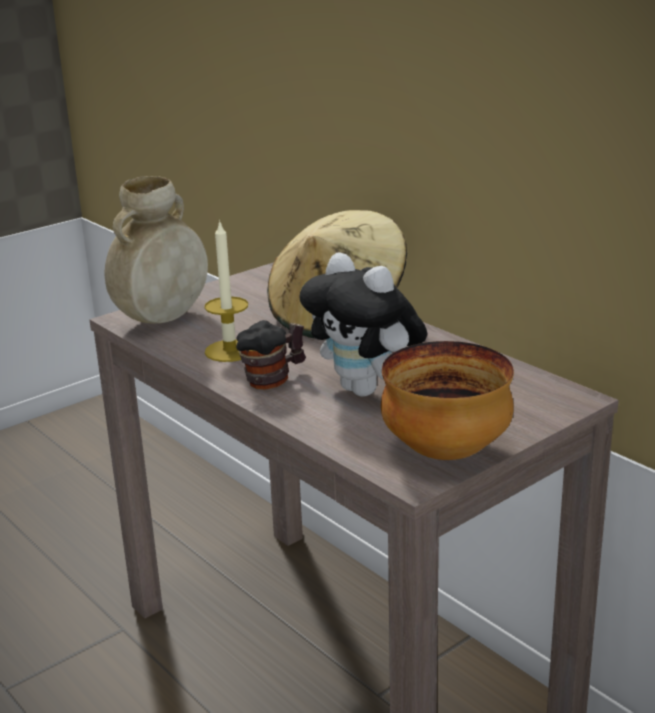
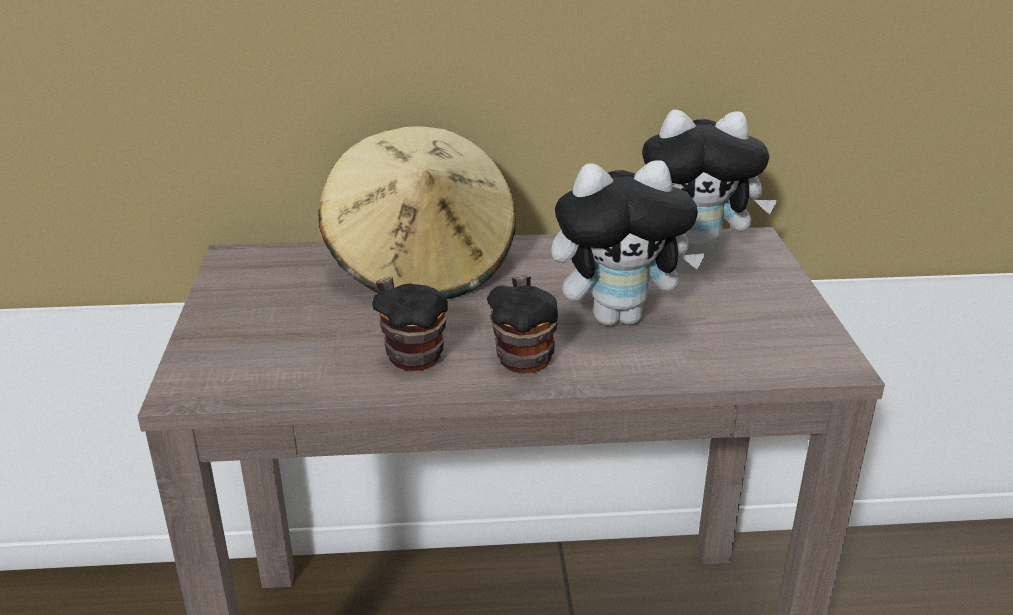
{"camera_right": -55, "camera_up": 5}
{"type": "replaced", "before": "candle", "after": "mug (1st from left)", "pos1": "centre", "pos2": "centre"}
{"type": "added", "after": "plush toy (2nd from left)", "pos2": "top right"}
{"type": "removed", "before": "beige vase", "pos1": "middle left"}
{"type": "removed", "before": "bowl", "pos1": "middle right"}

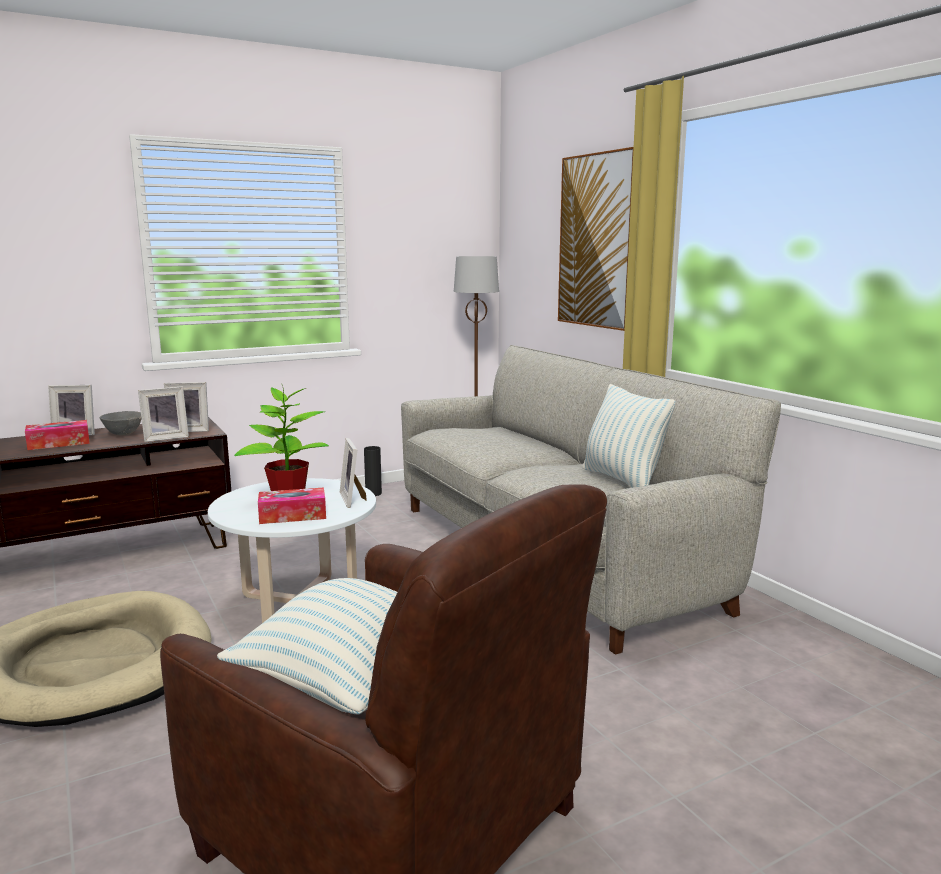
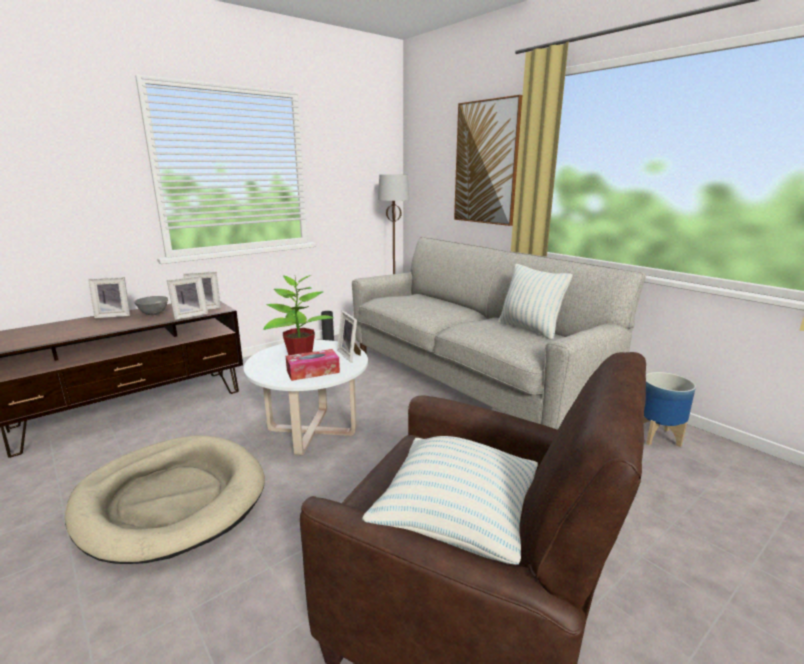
{"camera_right": -10, "camera_up": 5}
{"type": "added", "after": "planter", "pos2": "middle right"}
{"type": "removed", "before": "tissue box (1st from left)", "pos1": "middle left"}

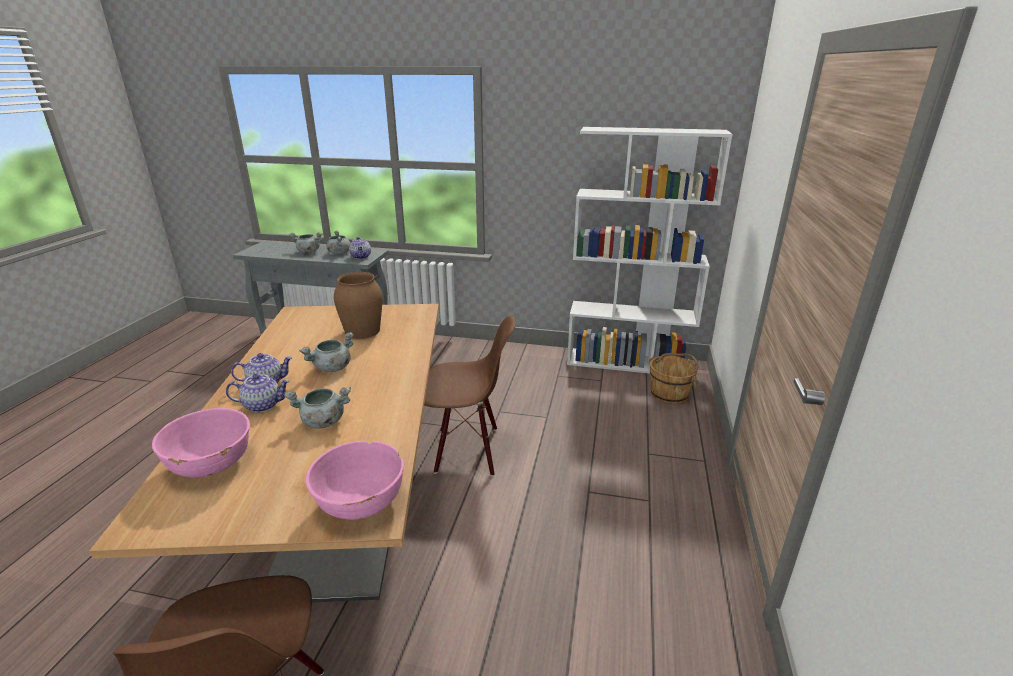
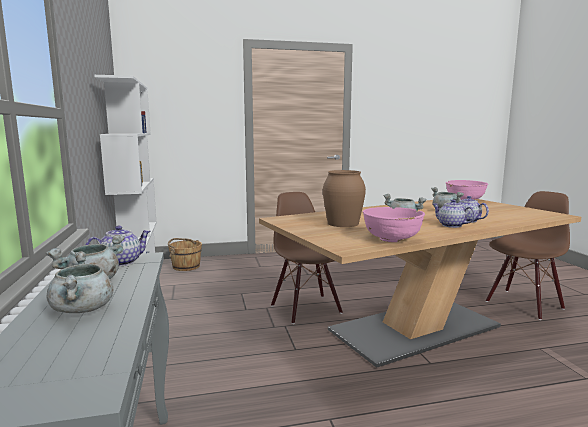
{"camera_right": -115, "camera_up": -15}
{"type": "moved", "before": "pink bowl (1st from left)", "pos1": "middle left", "pos2": "middle right"}

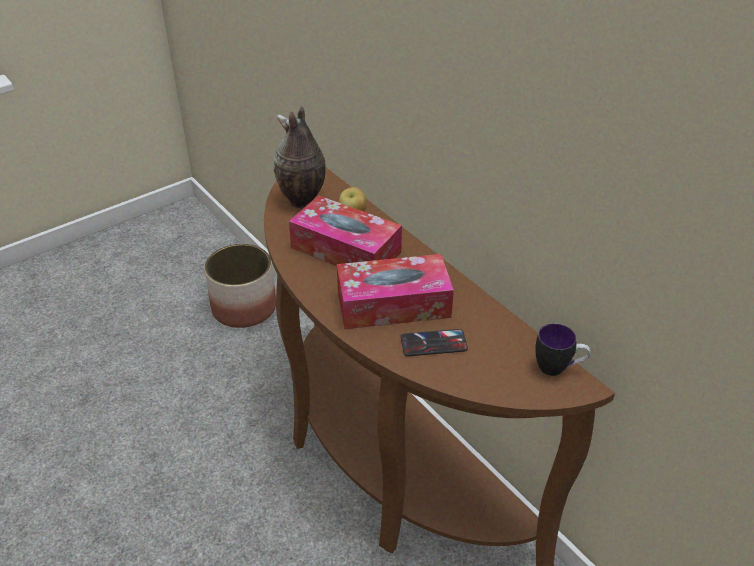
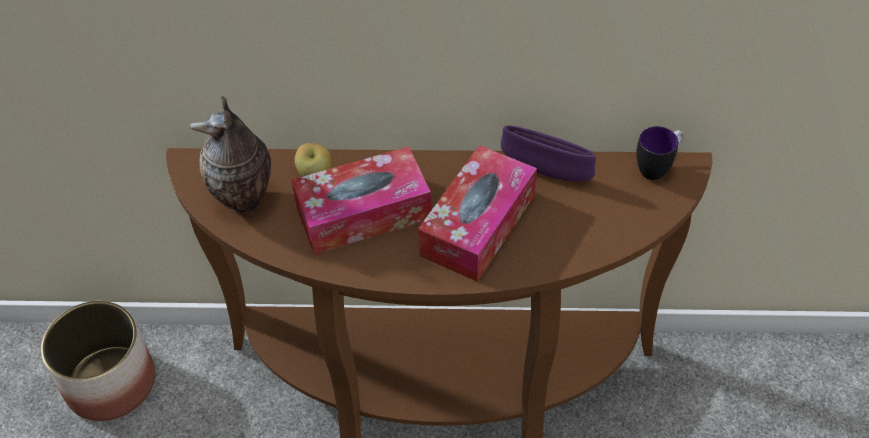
{"camera_right": -50, "camera_up": 10}
{"type": "added", "after": "purple bowl", "pos2": "centre"}
{"type": "removed", "before": "phone", "pos1": "centre"}

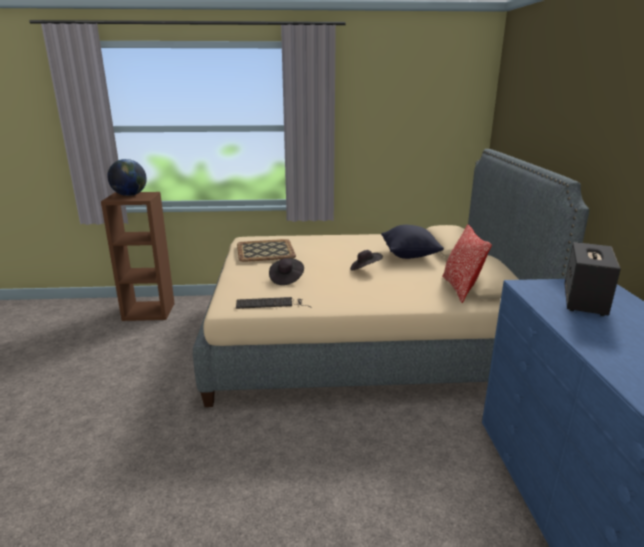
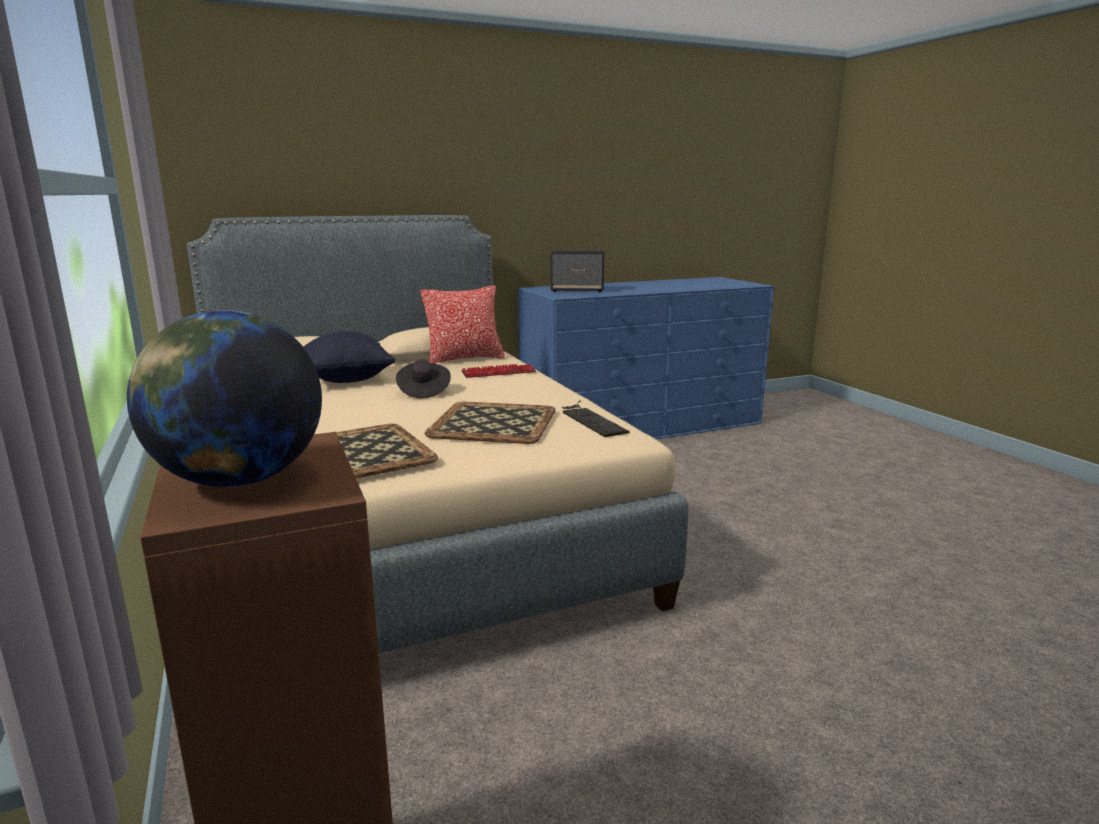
{"camera_right": -110, "camera_up": -5}
{"type": "replaced", "before": "black hat (1st from left)", "after": "tray (2nd from left)", "pos1": "centre", "pos2": "centre"}
{"type": "added", "after": "keyboard (1st from left)", "pos2": "centre"}

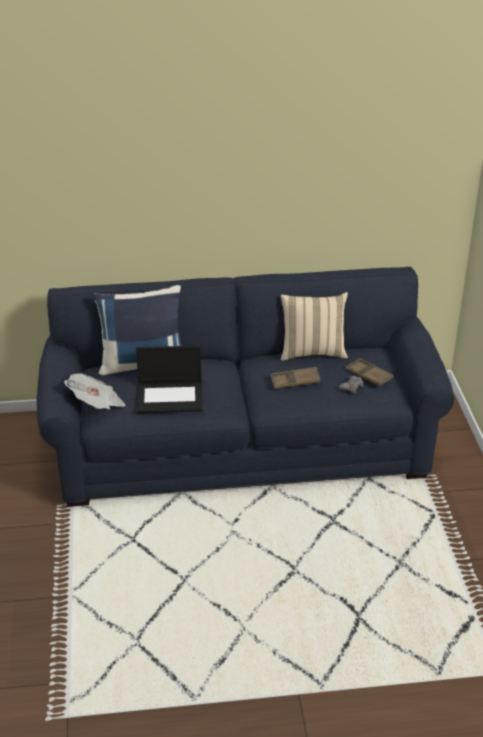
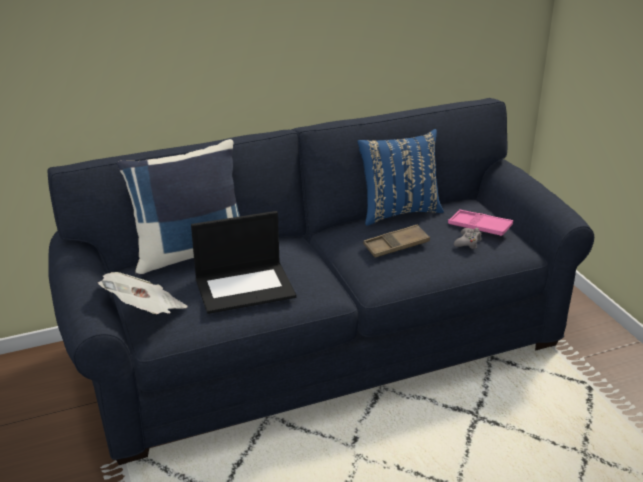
{"camera_right": -15, "camera_up": -5}
{"type": "recoloured", "before": "beige pillow", "after": "blue pillow (2nd from left)", "pos1": "centre", "pos2": "centre"}
{"type": "recoloured", "before": "brown tray (2nd from left)", "after": "pink tray", "pos1": "middle right", "pos2": "middle right"}

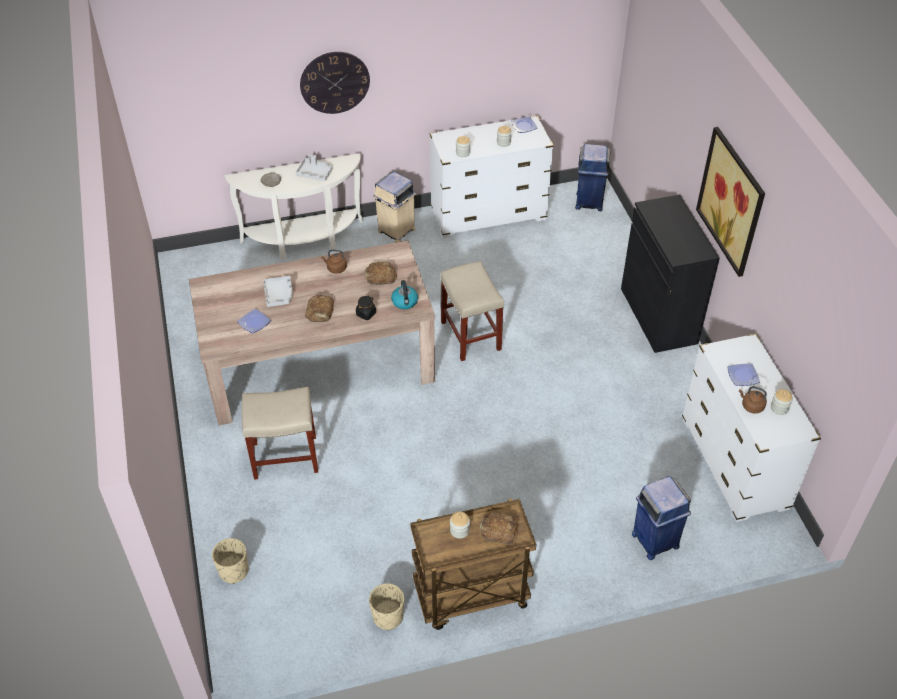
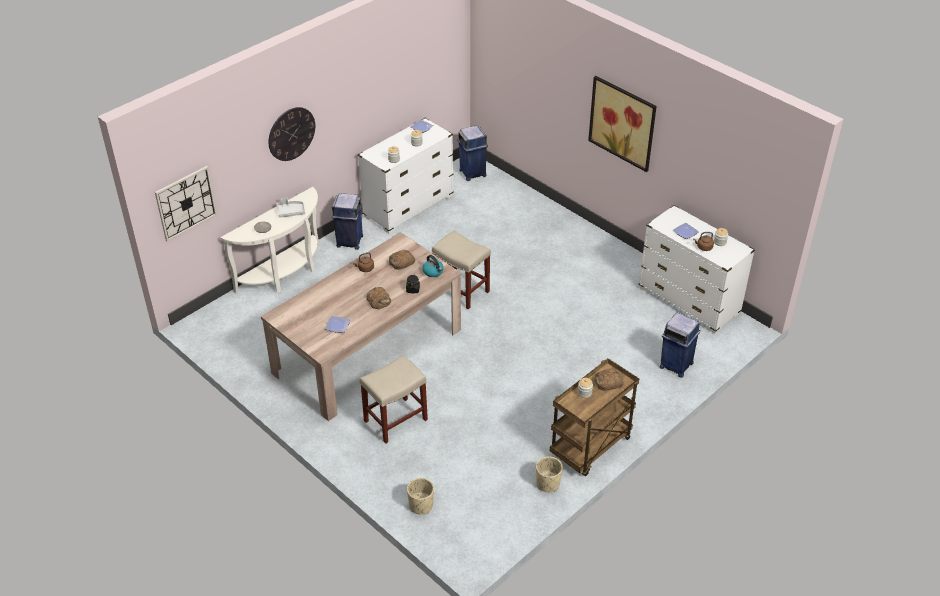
{"camera_right": -30, "camera_up": -5}
{"type": "added", "after": "wall clock (1st from left)", "pos2": "middle left"}
{"type": "recoloured", "before": "beige trash can", "after": "blue trash can (1st from left)", "pos1": "top centre", "pos2": "centre"}
{"type": "removed", "before": "grey tray (1st from left)", "pos1": "middle left"}
{"type": "removed", "before": "black cabinet", "pos1": "middle right"}

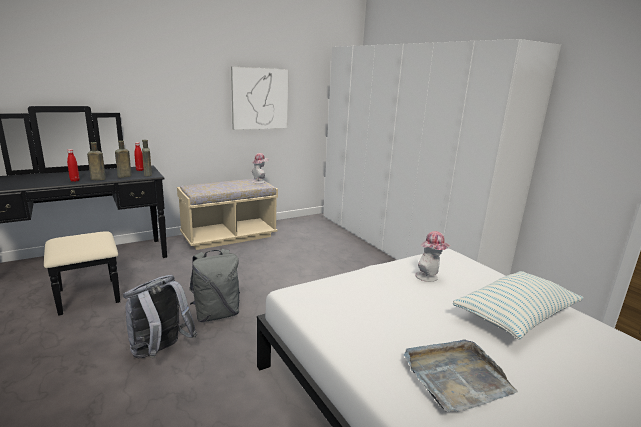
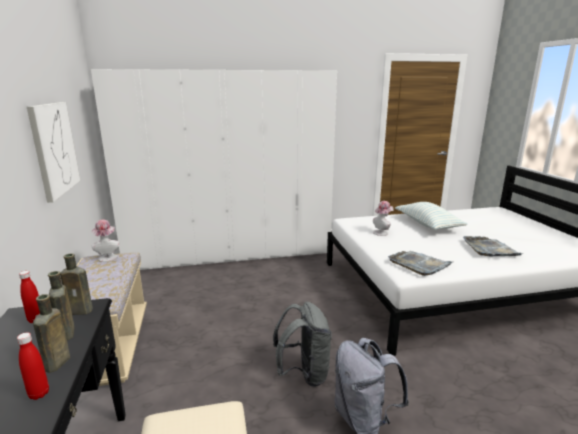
{"camera_right": -70, "camera_up": 0}
{"type": "added", "after": "grey tray (1st from left)", "pos2": "middle right"}

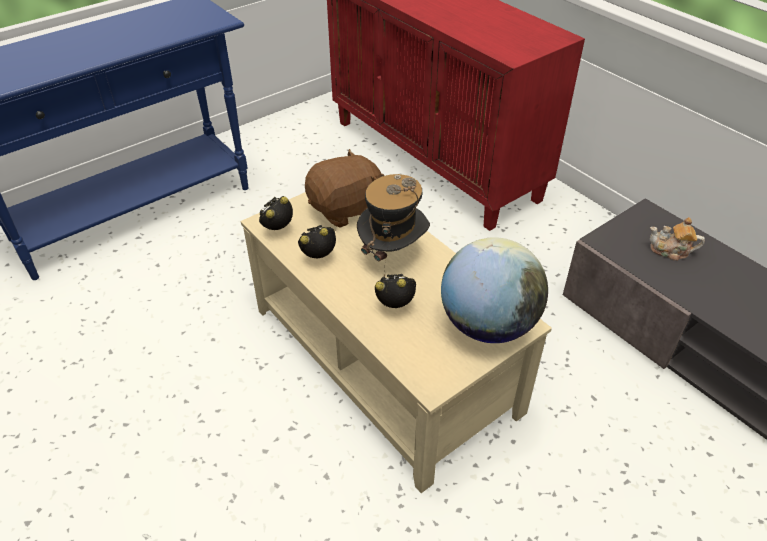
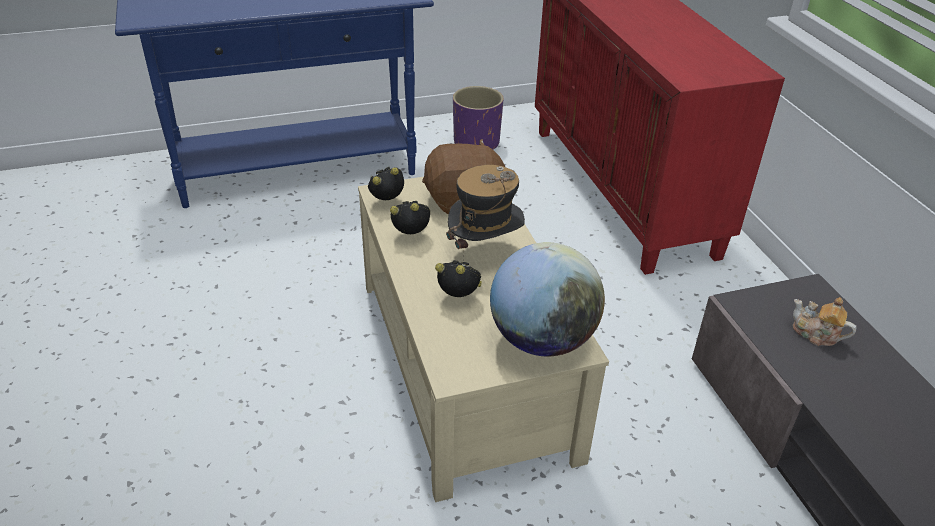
{"camera_right": 20, "camera_up": -5}
{"type": "added", "after": "purple planter", "pos2": "top centre"}

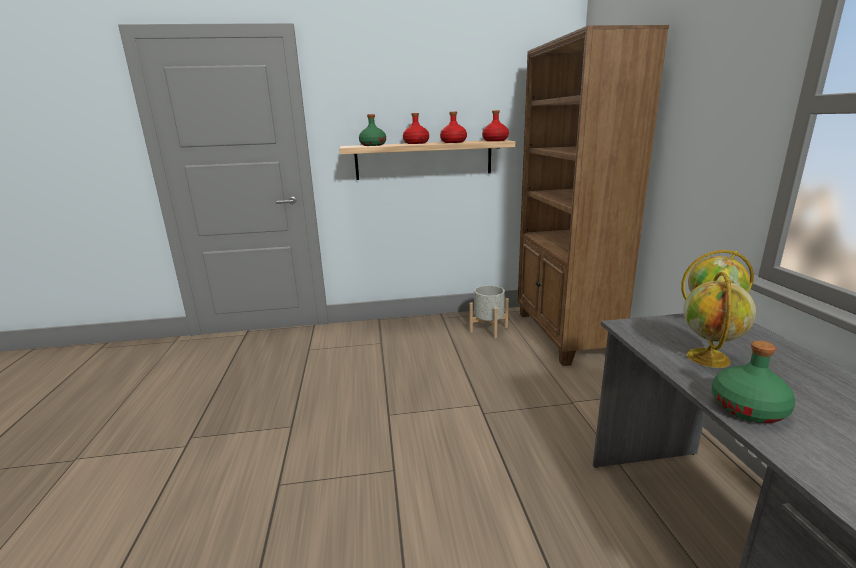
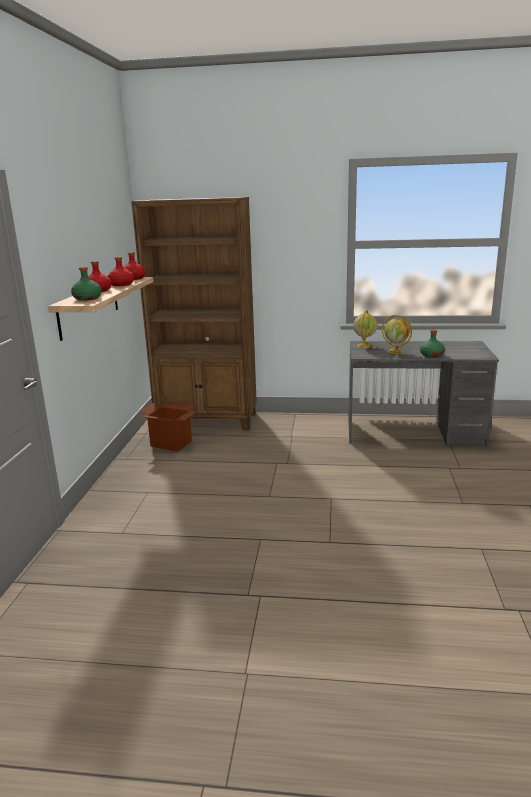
{"camera_right": -75, "camera_up": 0}
{"type": "replaced", "before": "grey planter", "after": "cardboard box", "pos1": "centre", "pos2": "middle left"}

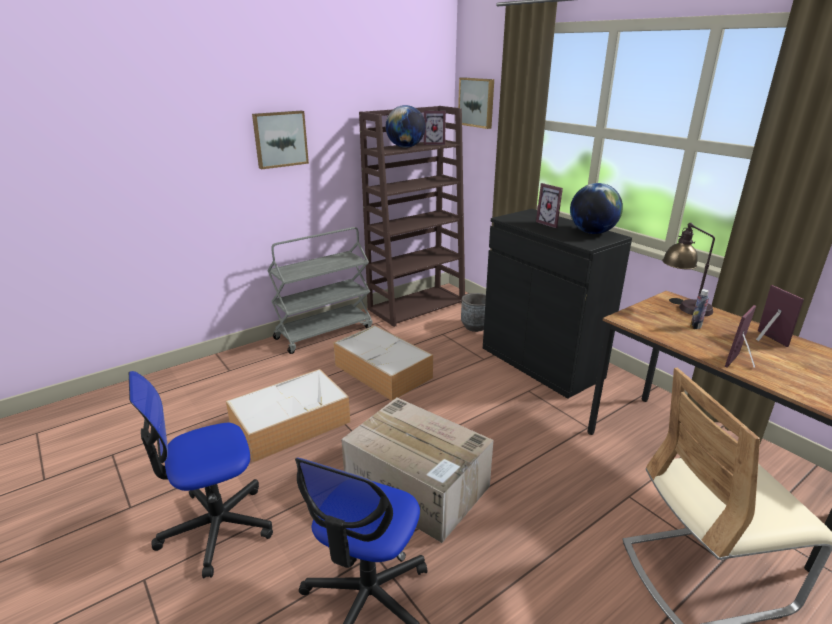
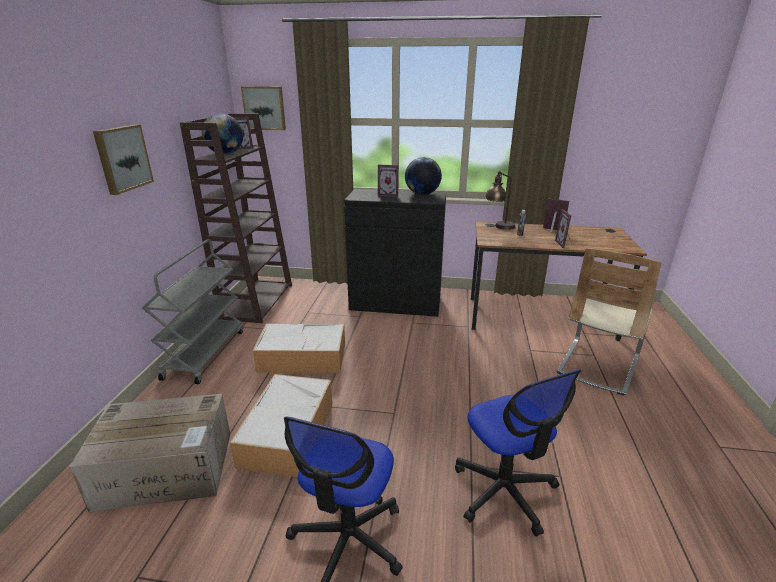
{"camera_right": -45, "camera_up": 0}
{"type": "moved", "before": "cardboard box", "pos1": "bottom centre", "pos2": "bottom left"}
{"type": "removed", "before": "grey planter", "pos1": "centre"}

